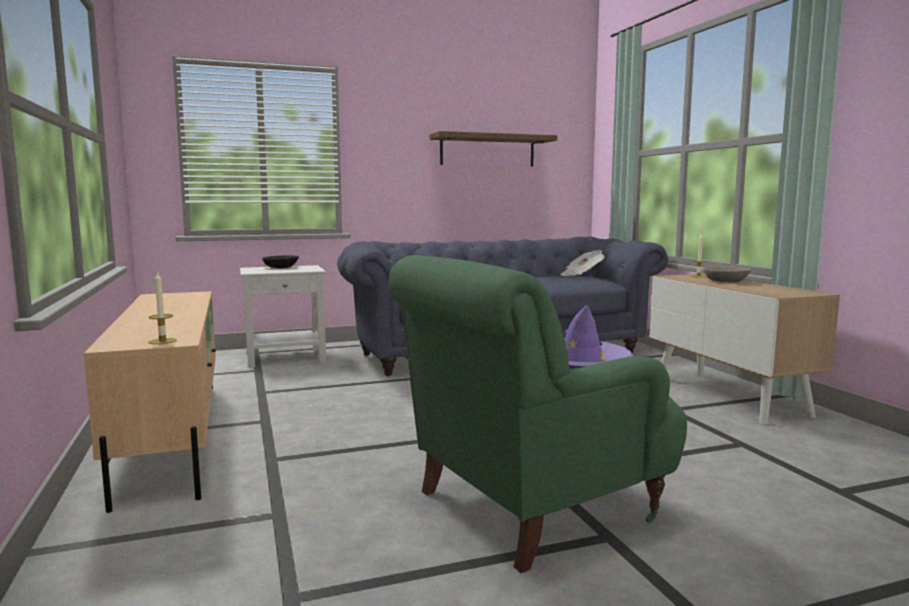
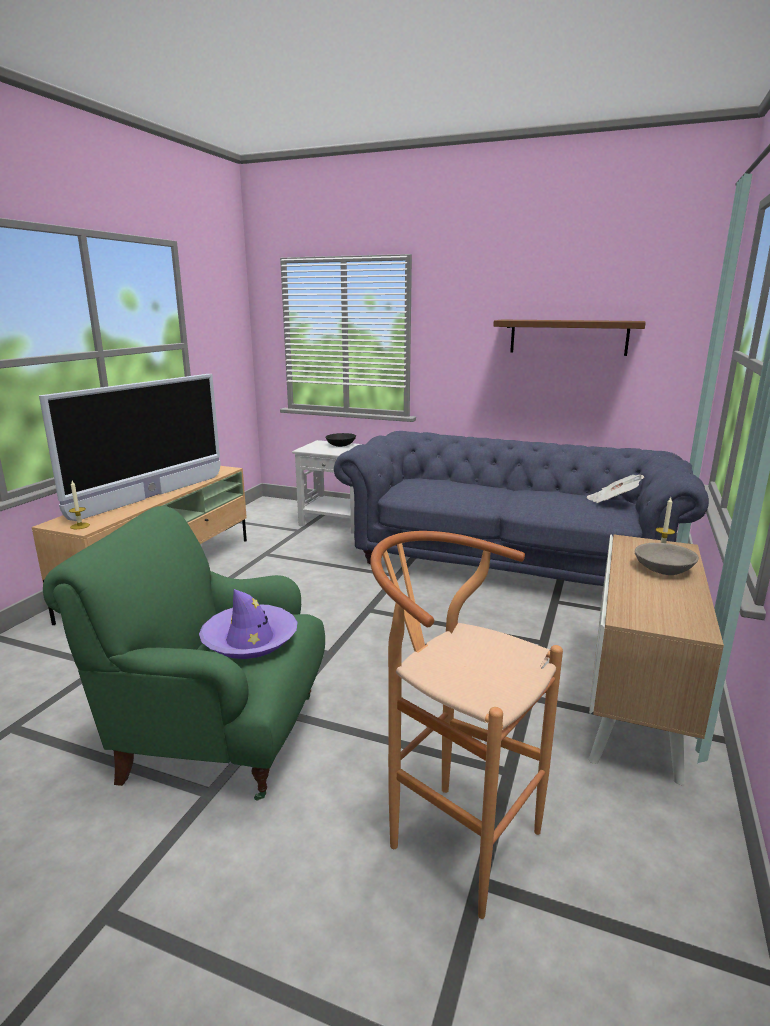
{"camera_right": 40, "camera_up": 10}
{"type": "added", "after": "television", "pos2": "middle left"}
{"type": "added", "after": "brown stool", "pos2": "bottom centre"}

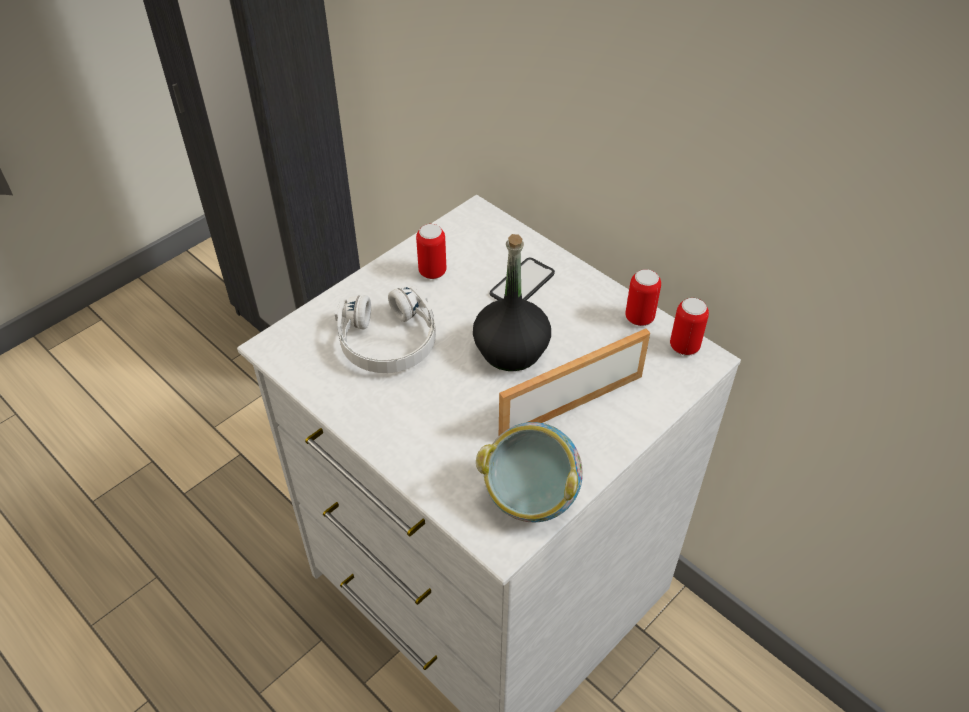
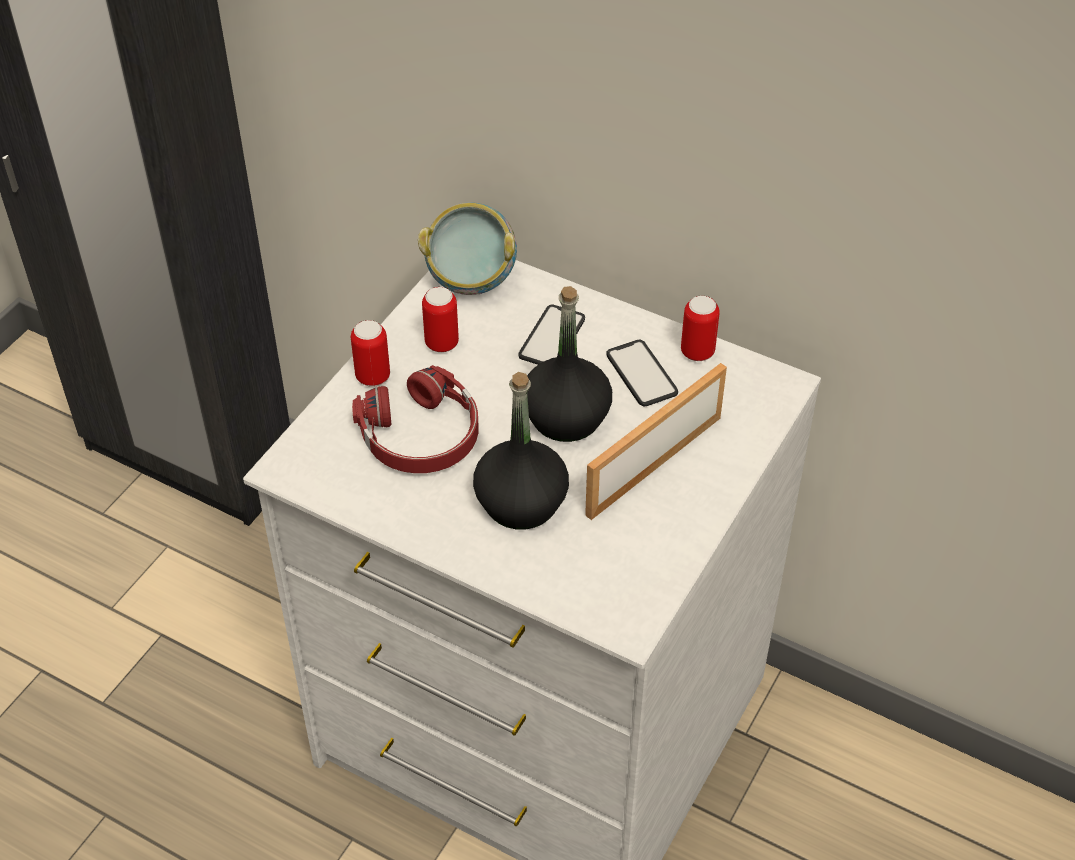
{"camera_right": -15, "camera_up": 0}
{"type": "moved", "before": "can (3rd from left in the first image)", "after": "can (1st from left)", "pos1": "middle right", "pos2": "centre"}
{"type": "recoloured", "before": "white headphones", "after": "red headphones", "pos1": "centre", "pos2": "centre"}
{"type": "moved", "before": "bowl", "pos1": "centre", "pos2": "top centre"}
{"type": "added", "after": "black bottle (1st from left)", "pos2": "centre"}
{"type": "added", "after": "phone (2nd from left)", "pos2": "centre"}

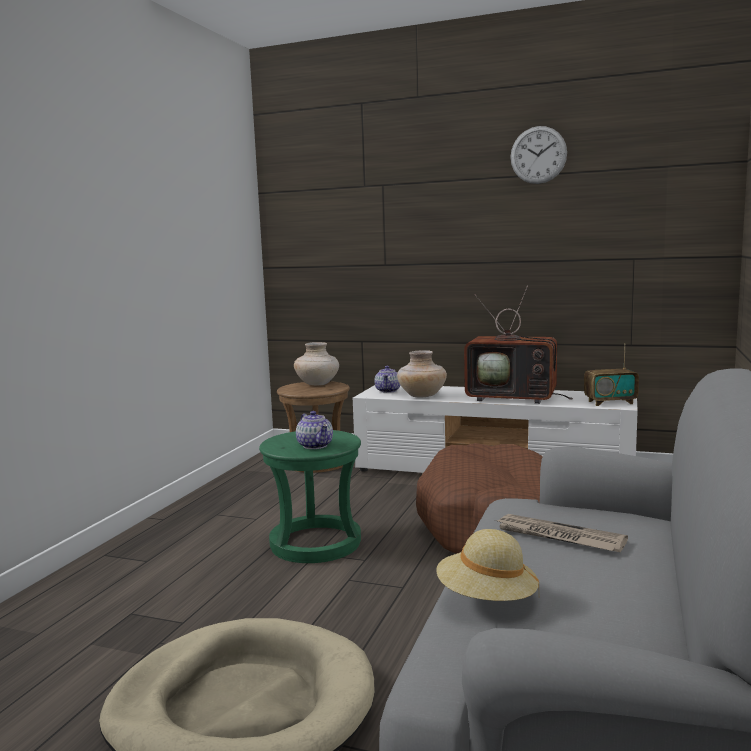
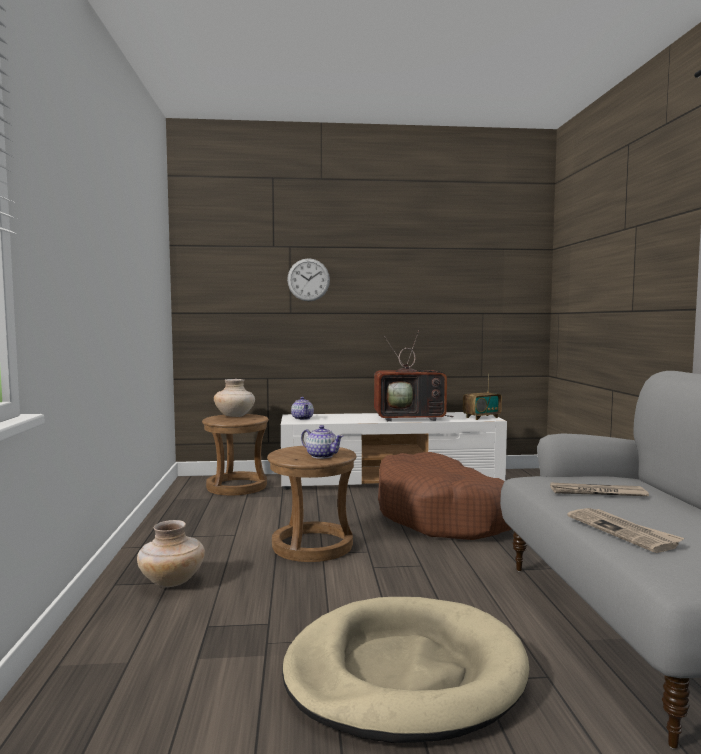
{"camera_right": -25, "camera_up": -5}
{"type": "moved", "before": "beige vase (2nd from left in the first image)", "after": "beige vase (1st from left)", "pos1": "centre", "pos2": "bottom left"}
{"type": "recoloured", "before": "green stool", "after": "brown stool (2nd from left)", "pos1": "centre", "pos2": "bottom centre"}
{"type": "moved", "before": "wall clock", "pos1": "top right", "pos2": "centre"}
{"type": "replaced", "before": "beige hat", "after": "newspaper (2nd from left)", "pos1": "bottom centre", "pos2": "bottom right"}

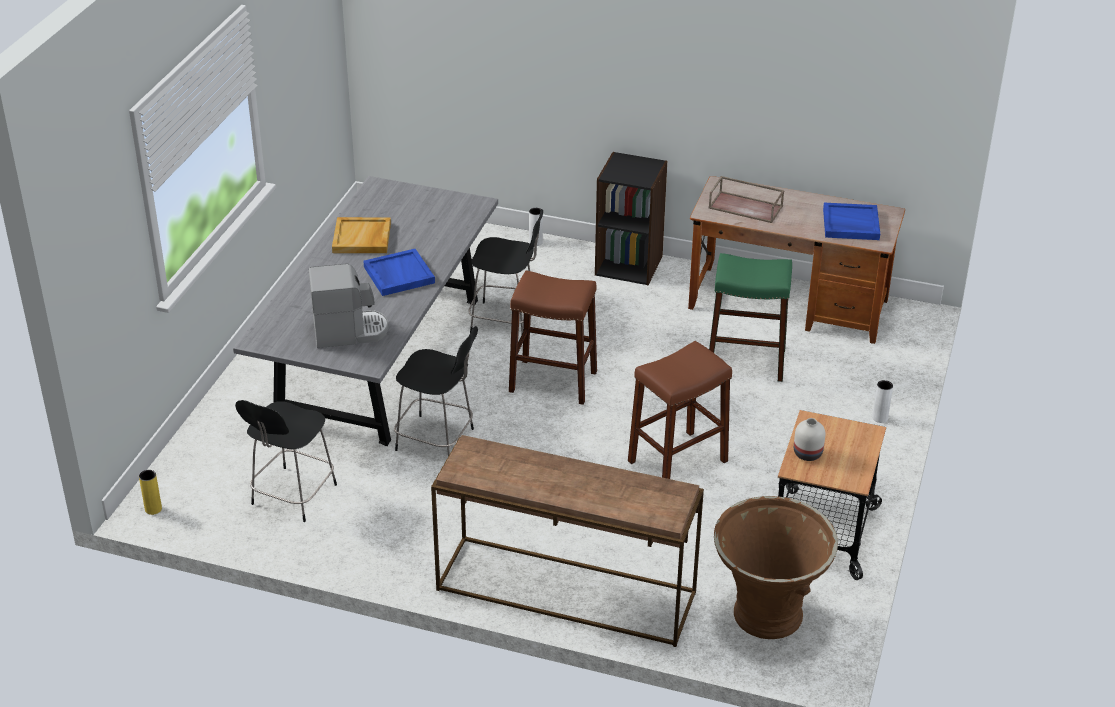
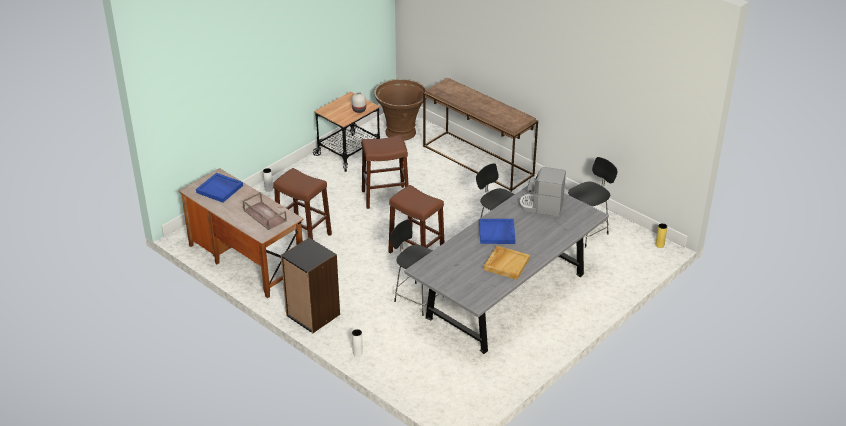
{"camera_right": -155, "camera_up": 0}
{"type": "recoloured", "before": "green stool", "after": "brown stool (1st from left)", "pos1": "middle right", "pos2": "centre"}

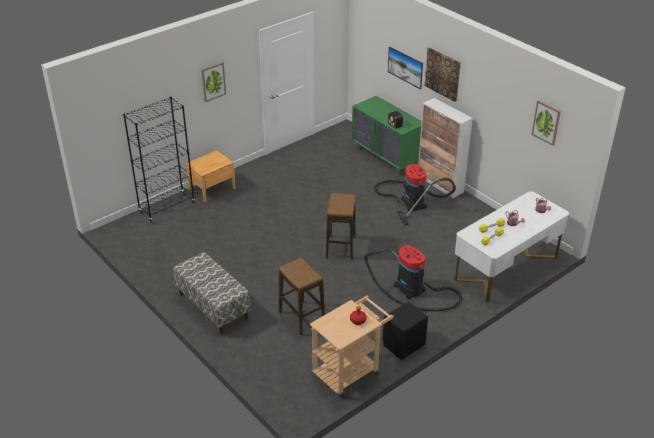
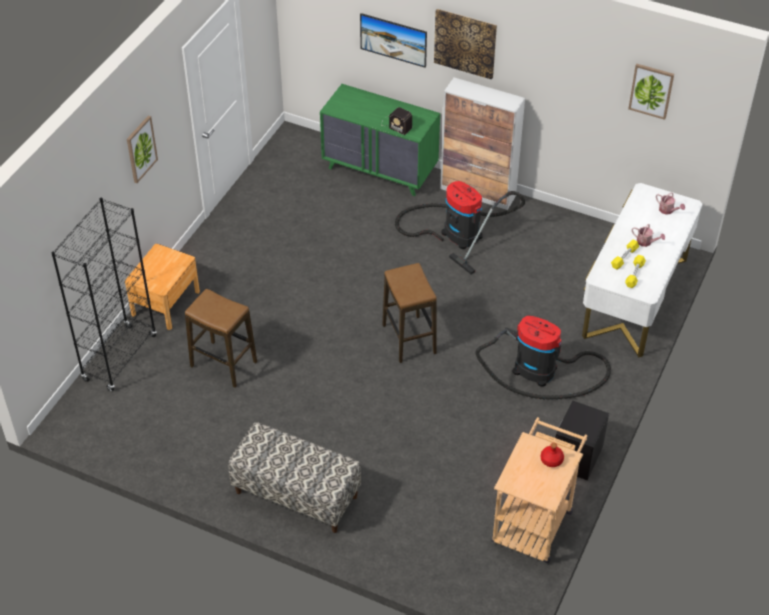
{"camera_right": -25, "camera_up": 10}
{"type": "moved", "before": "stool (1st from left)", "pos1": "bottom centre", "pos2": "middle left"}

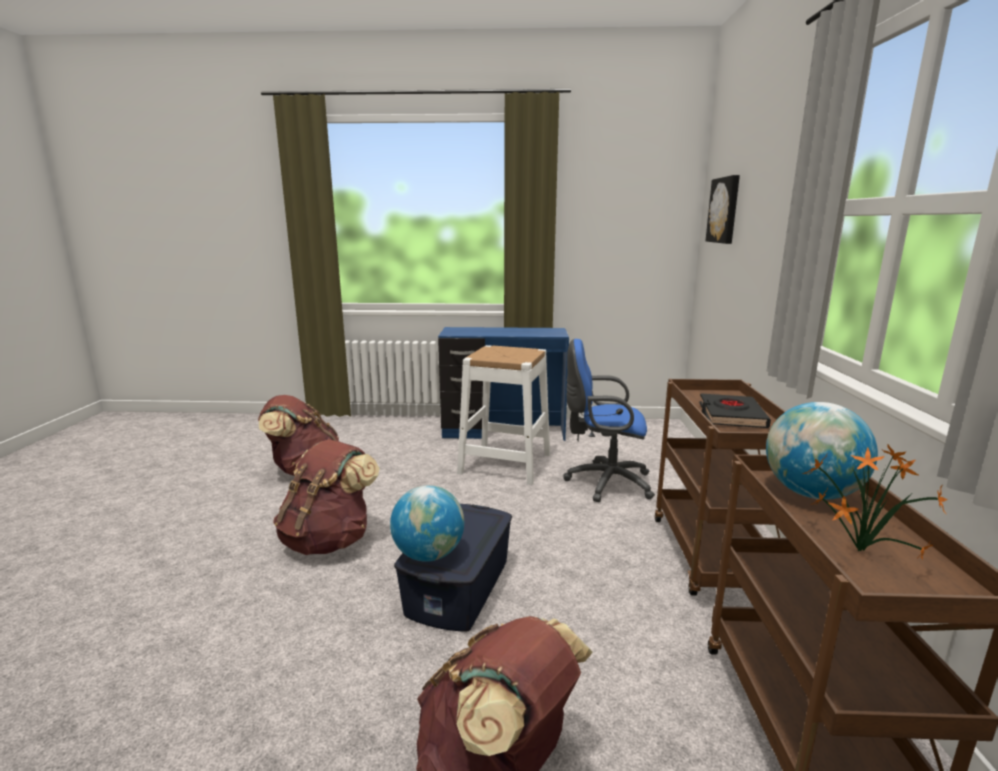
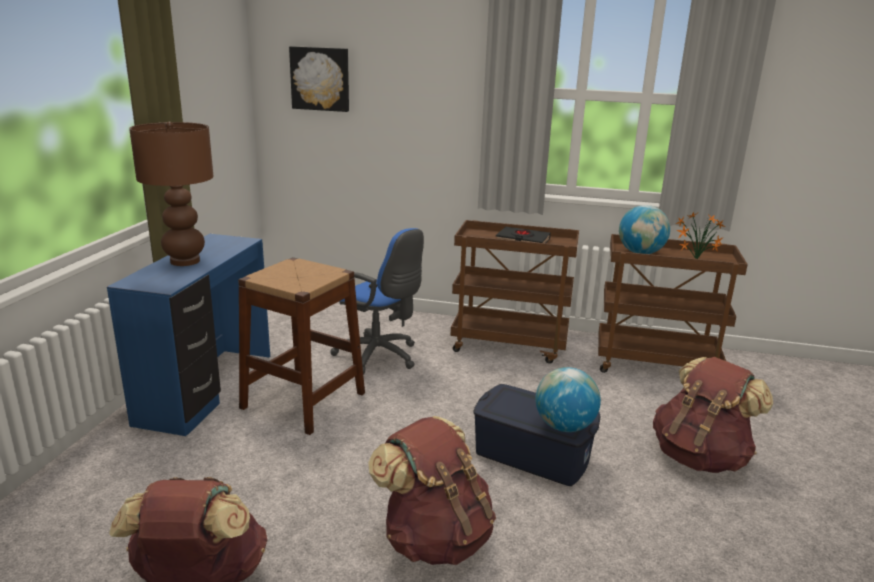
{"camera_right": -80, "camera_up": 5}
{"type": "added", "after": "brown table lamp", "pos2": "middle left"}
{"type": "recoloured", "before": "white stool", "after": "brown stool", "pos1": "centre", "pos2": "centre"}
{"type": "turned", "before": "blue office chair", "pos1": "centre", "pos2": "centre", "turn": -75}

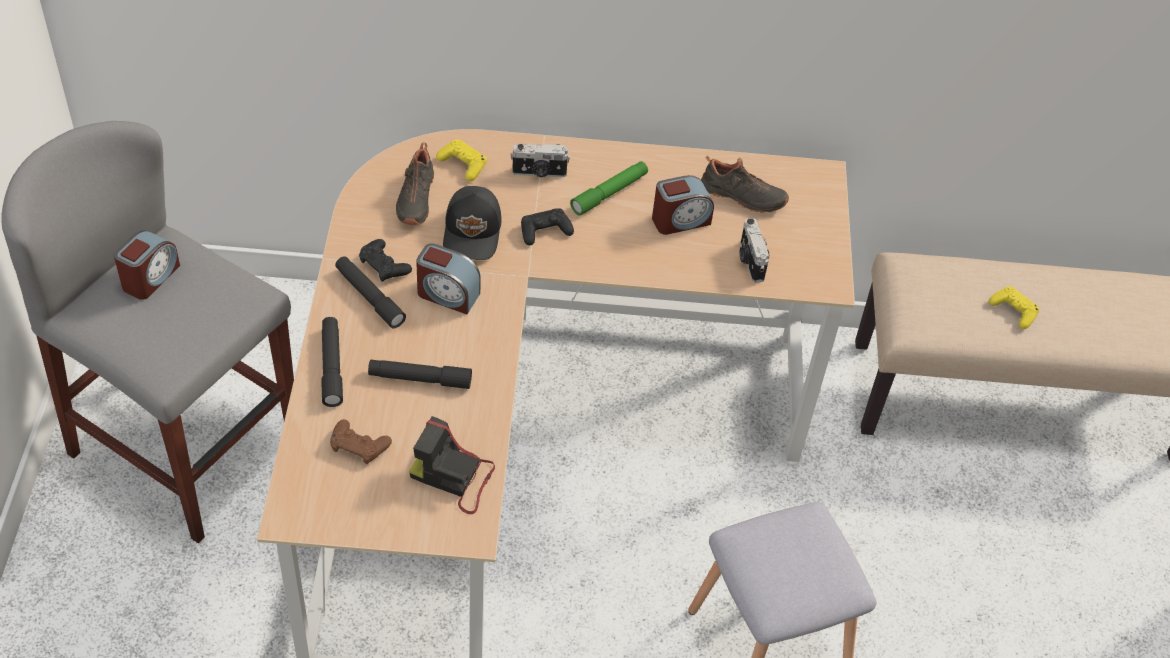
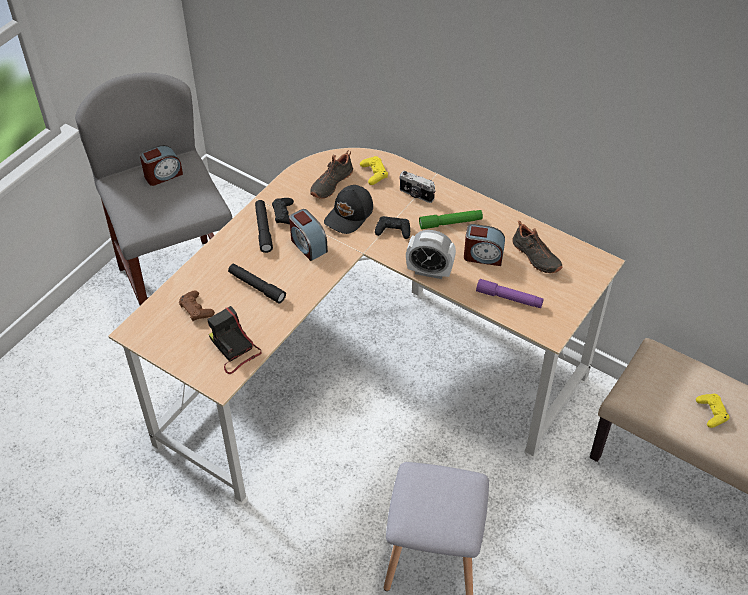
{"camera_right": 35, "camera_up": 0}
{"type": "added", "after": "alarm clock (3rd from left)", "pos2": "centre"}
{"type": "replaced", "before": "photo camera (3rd from left)", "after": "purple flashlight", "pos1": "centre", "pos2": "middle right"}
{"type": "removed", "before": "black flashlight (1st from left)", "pos1": "middle left"}

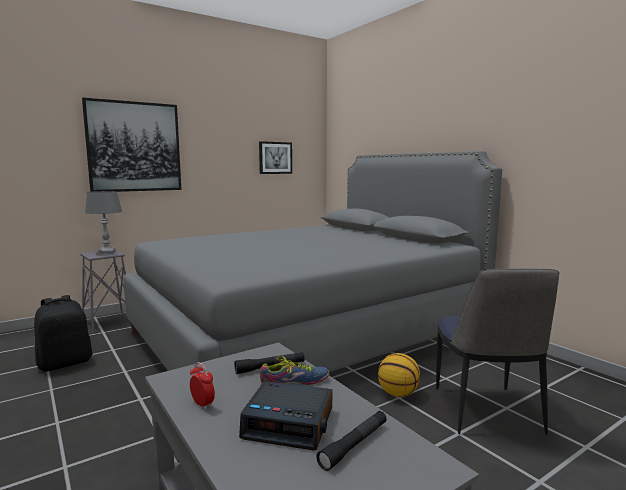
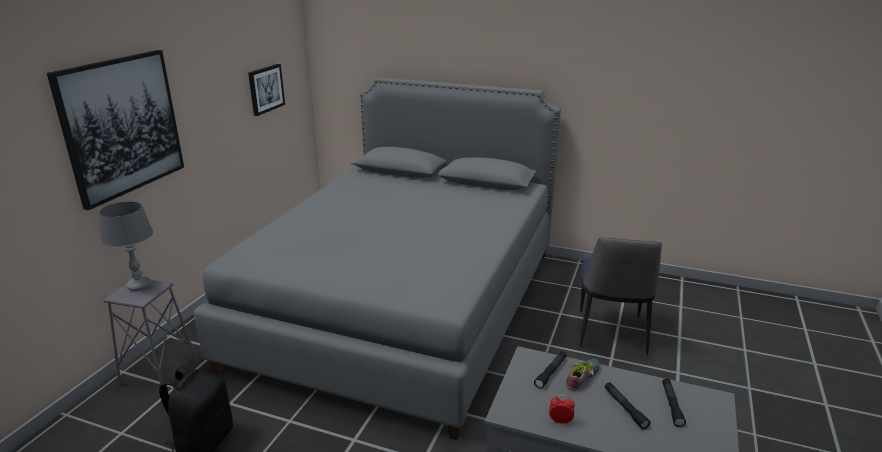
{"camera_right": -35, "camera_up": 15}
{"type": "turned", "before": "chair", "pos1": "bottom right", "pos2": "middle right", "turn": 45}
{"type": "replaced", "before": "alarm clock (2nd from left)", "after": "black flashlight (2nd from left)", "pos1": "bottom centre", "pos2": "bottom right"}
{"type": "removed", "before": "basketball", "pos1": "bottom centre"}

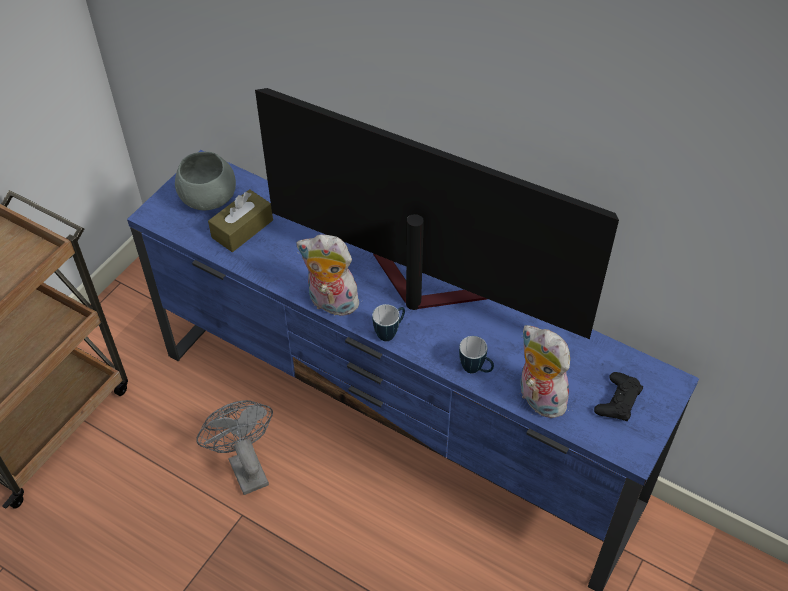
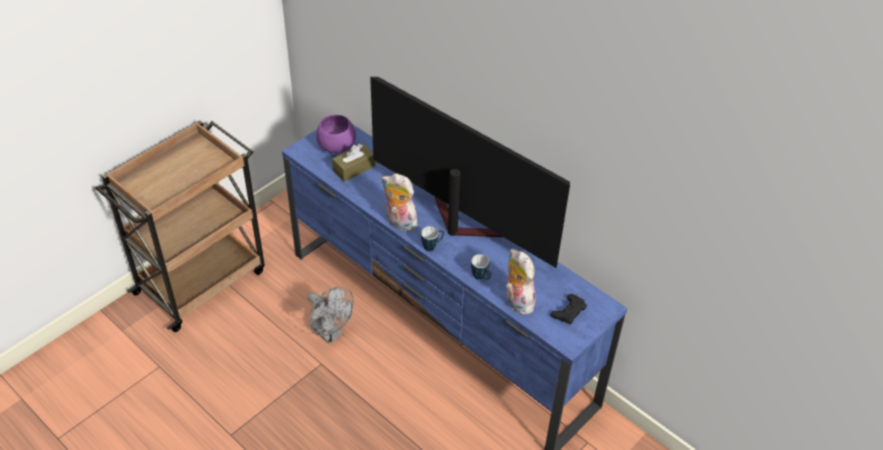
{"camera_right": 10, "camera_up": -5}
{"type": "turned", "before": "grey fan", "pos1": "bottom left", "pos2": "bottom centre", "turn": 150}
{"type": "recoloured", "before": "grey bowl", "after": "purple bowl", "pos1": "top left", "pos2": "top centre"}

